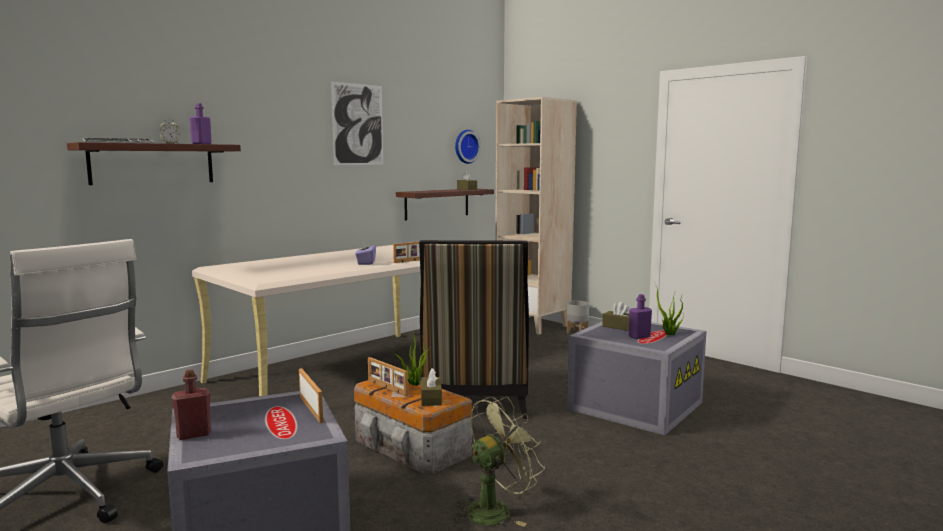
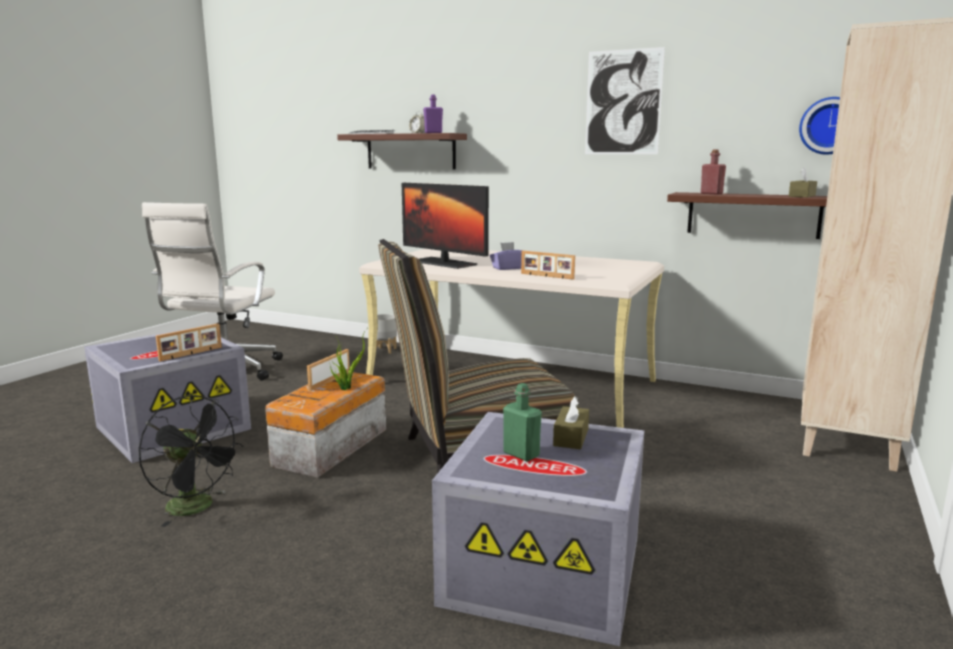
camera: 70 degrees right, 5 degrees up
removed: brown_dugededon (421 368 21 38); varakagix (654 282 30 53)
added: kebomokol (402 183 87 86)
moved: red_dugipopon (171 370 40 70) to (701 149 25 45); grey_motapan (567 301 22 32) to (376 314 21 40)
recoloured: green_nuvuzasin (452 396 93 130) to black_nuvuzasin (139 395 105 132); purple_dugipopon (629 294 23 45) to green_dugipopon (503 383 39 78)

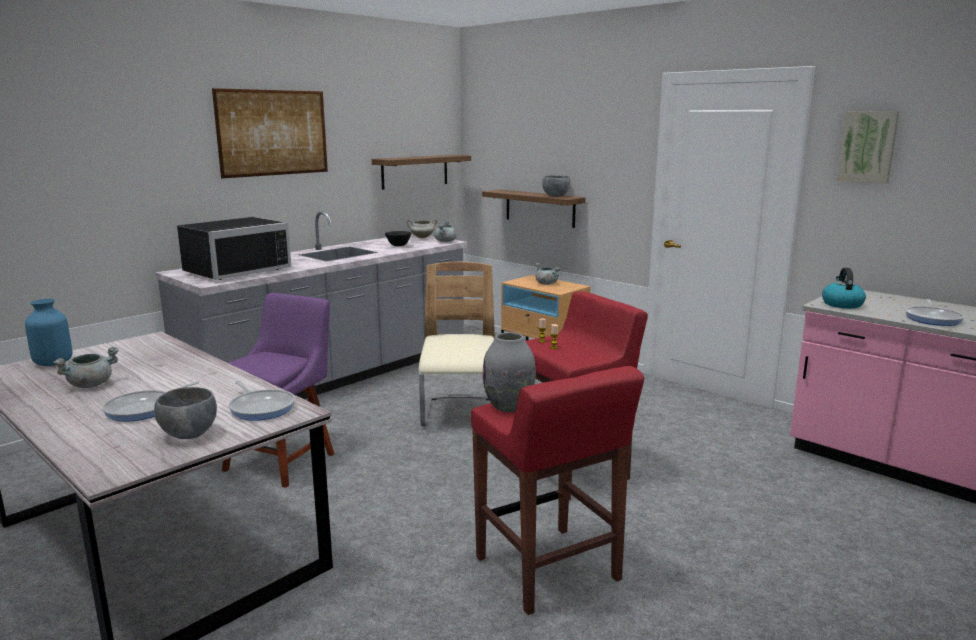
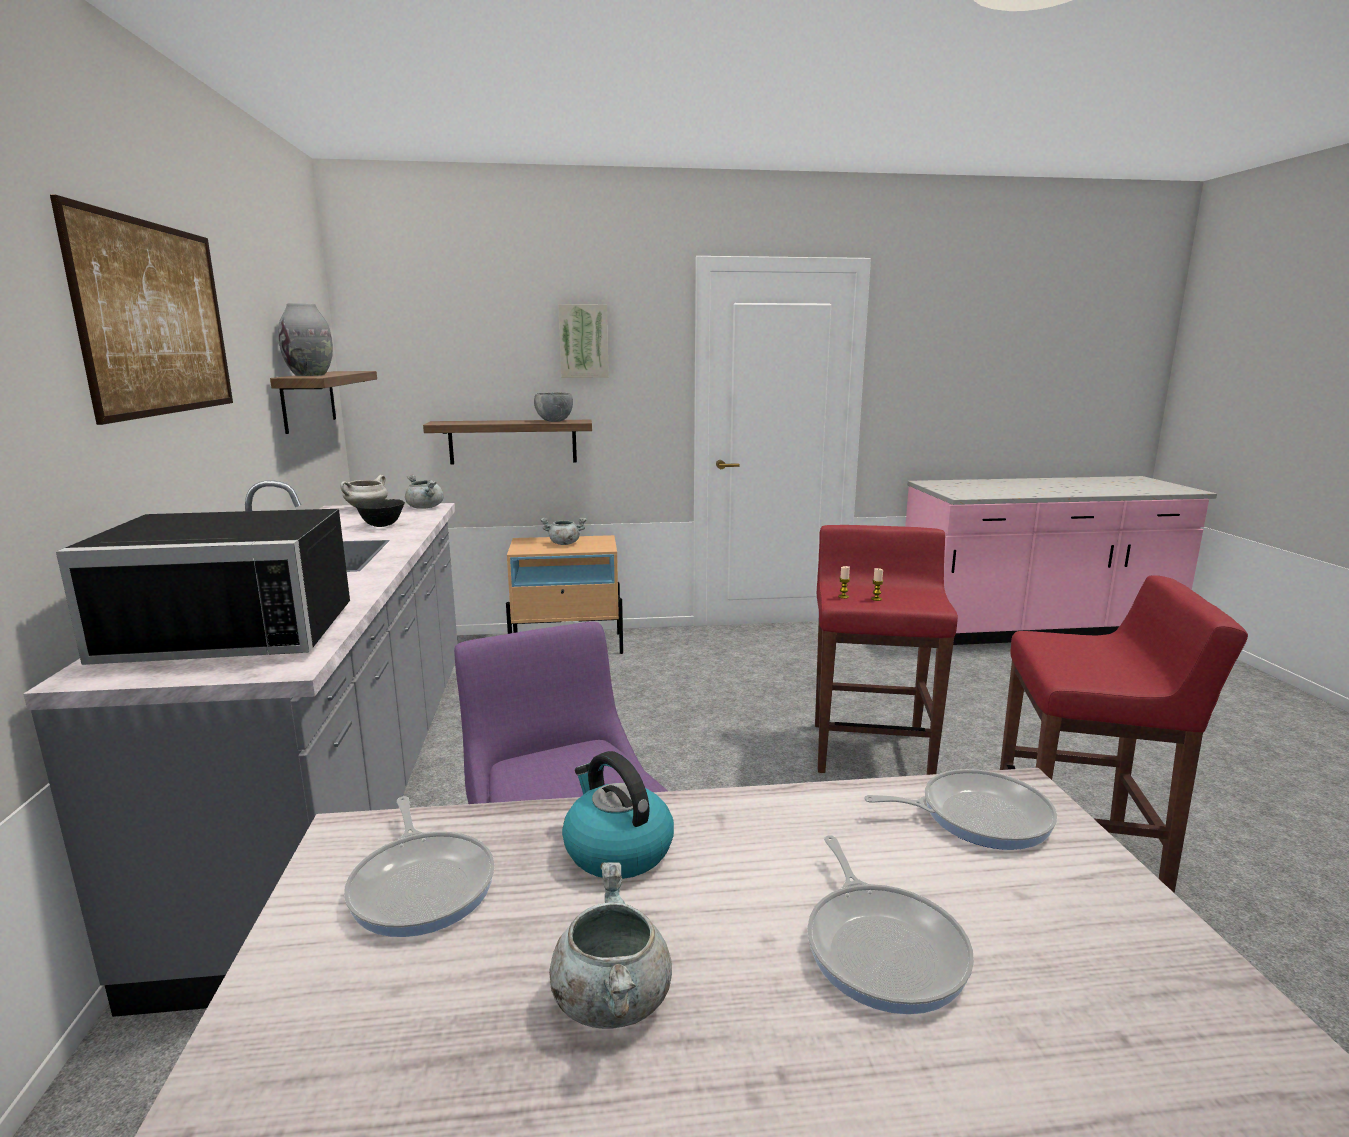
camera: 50 degrees left, 0 degrees up
removed: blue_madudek (25 299 47 67); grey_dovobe (154 387 63 52); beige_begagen (419 262 76 164)
moved: grey_madudek (483 332 53 80) to (278 303 55 73); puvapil (822 268 44 41) to (562 751 112 128); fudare (837 111 62 73) to (558 304 51 74); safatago (905 299 60 27) to (344 796 151 141)
turned: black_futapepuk (177 217 114 63) = (56 509 294 156) 90 degrees clockwise

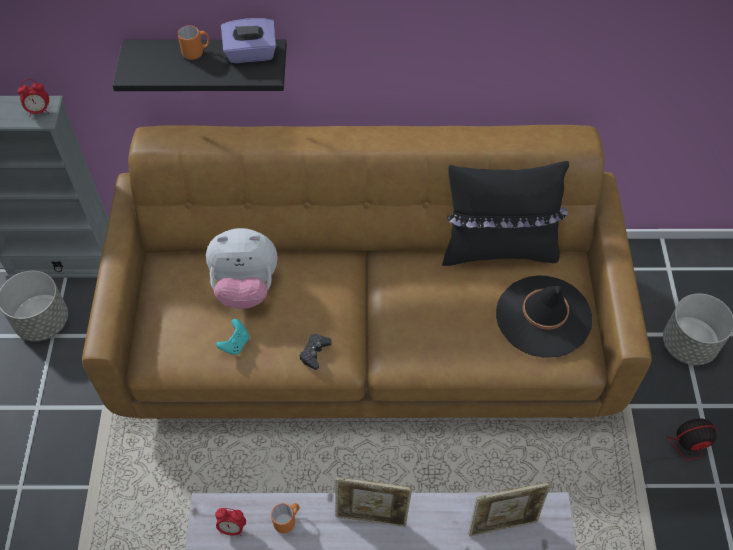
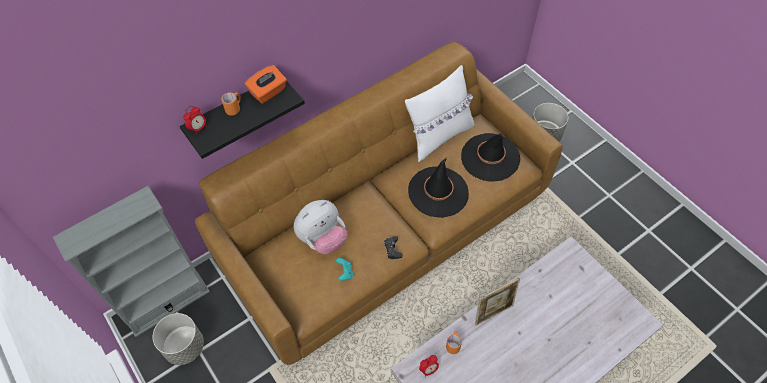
camera: 35 degrees left, 0 degrees up
removed: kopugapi (469 482 82 54); nuvuzasin (642 419 75 119)
added: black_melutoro (408 158 61 60)
moved: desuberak (17 79 32 38) to (183 106 24 29)
recoloured: purple_dugededon (221 18 55 45) to orange_dugededon (245 65 42 39); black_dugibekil (442 161 127 105) to white_dugibekil (405 65 69 97)

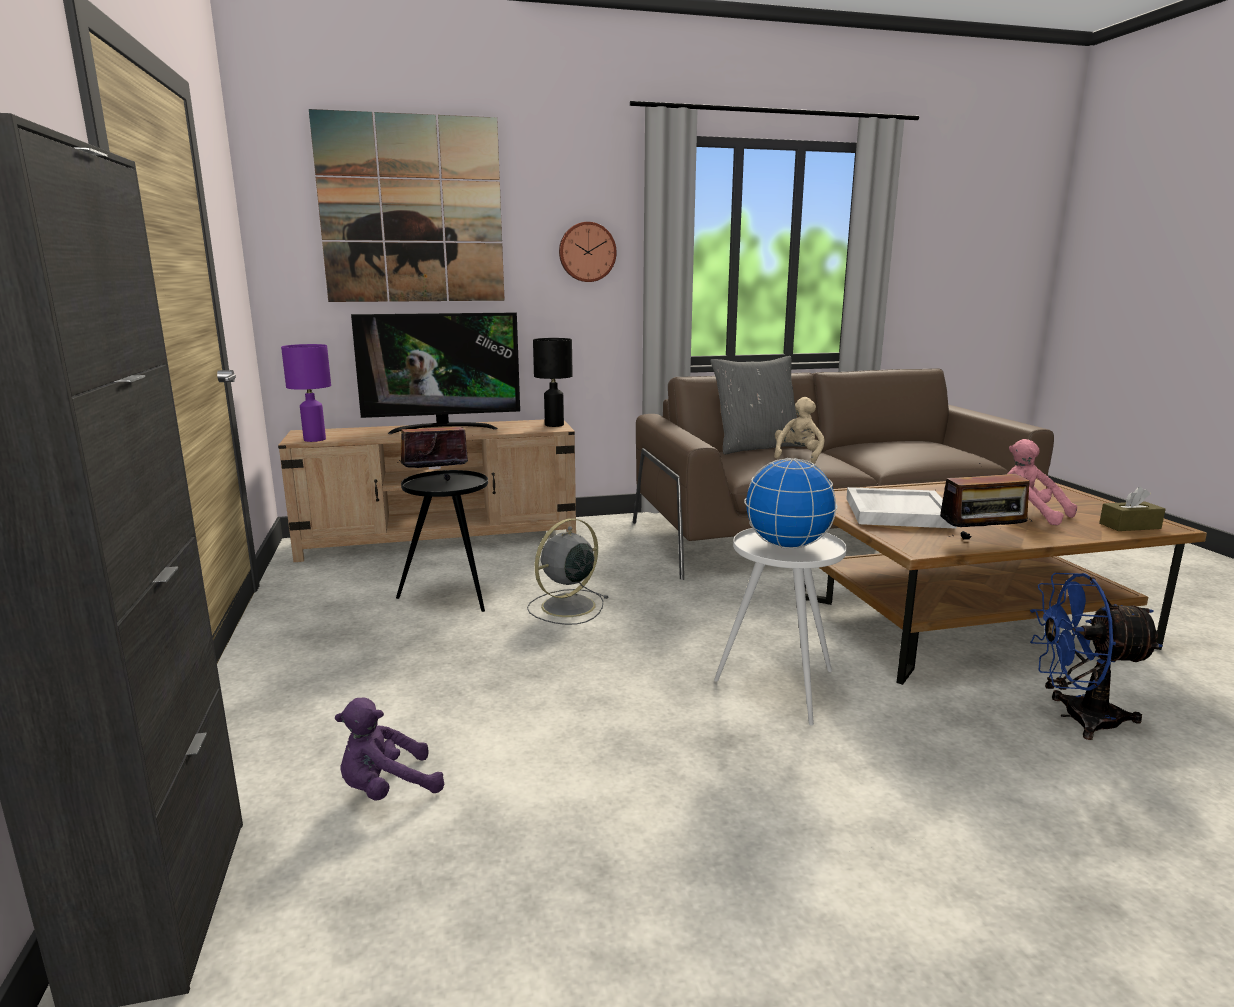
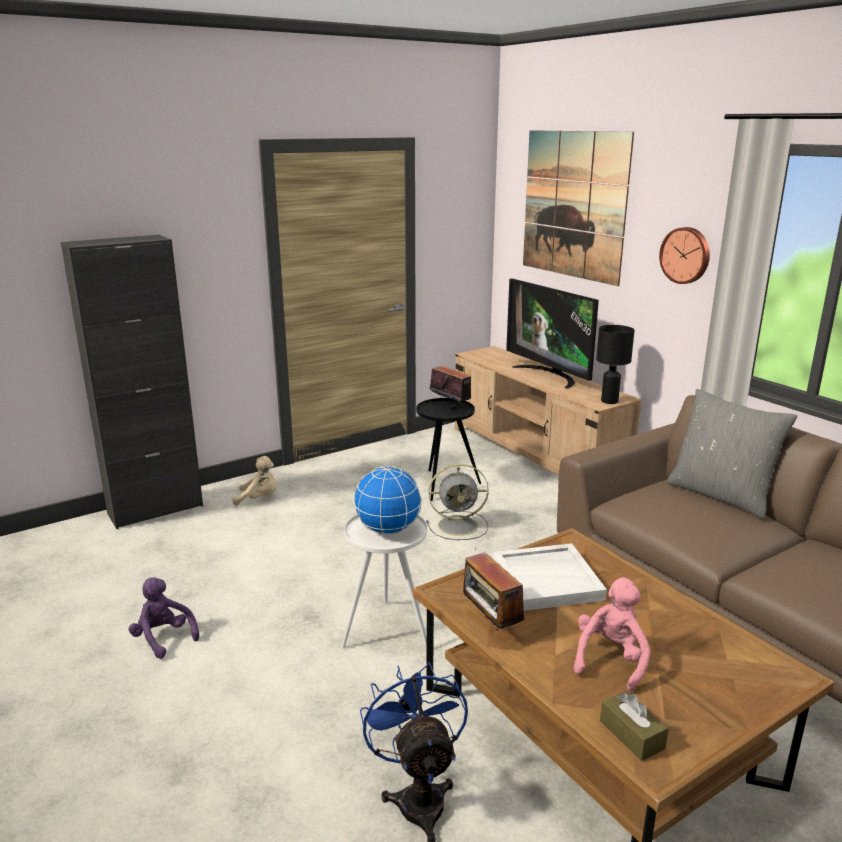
camera: 70 degrees right, 5 degrees up
removed: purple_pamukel (281 344 50 98)
moved: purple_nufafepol (335 698 109 103) to (129 577 70 82); beige_nufafepol (774 397 51 66) to (233 456 44 50)
turned: grey_nuvuzasin (527 518 82 107) = (426 464 63 76) 150 degrees clockwise

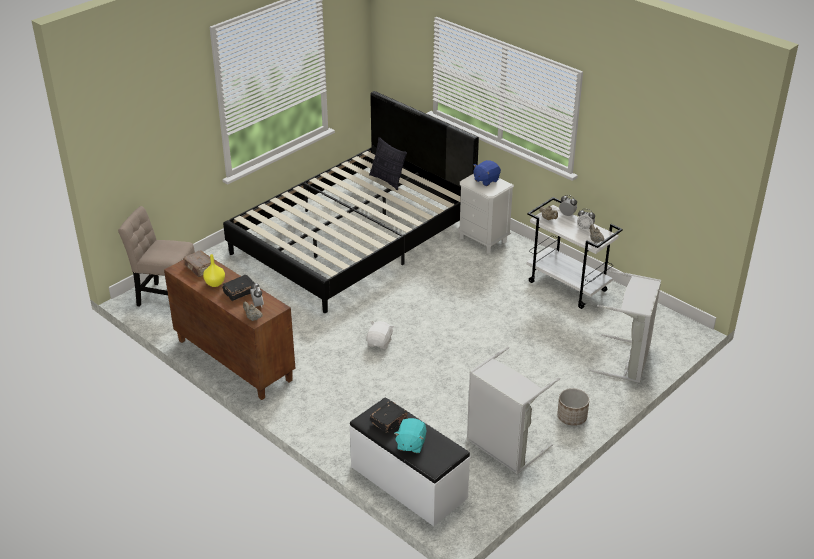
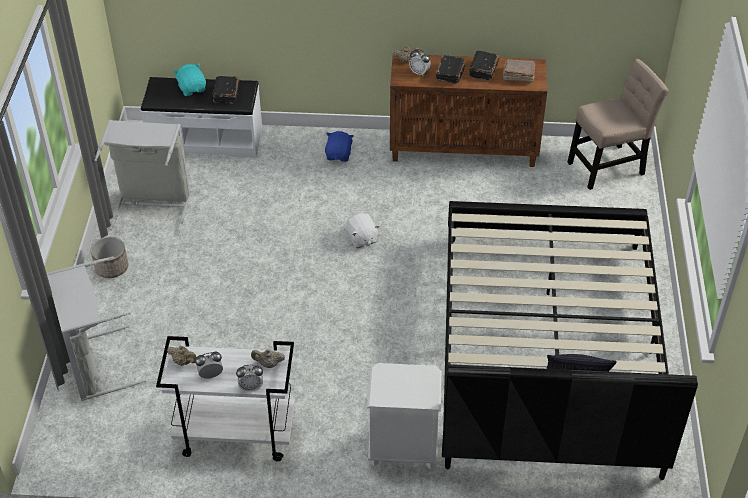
camera: 140 degrees right, 10 degrees up
moved: blue_nufafepol (474 160 27 26) to (325 131 29 31)
replaced: yellow_madudek (203 254 22 33) to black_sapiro (468 51 31 30)

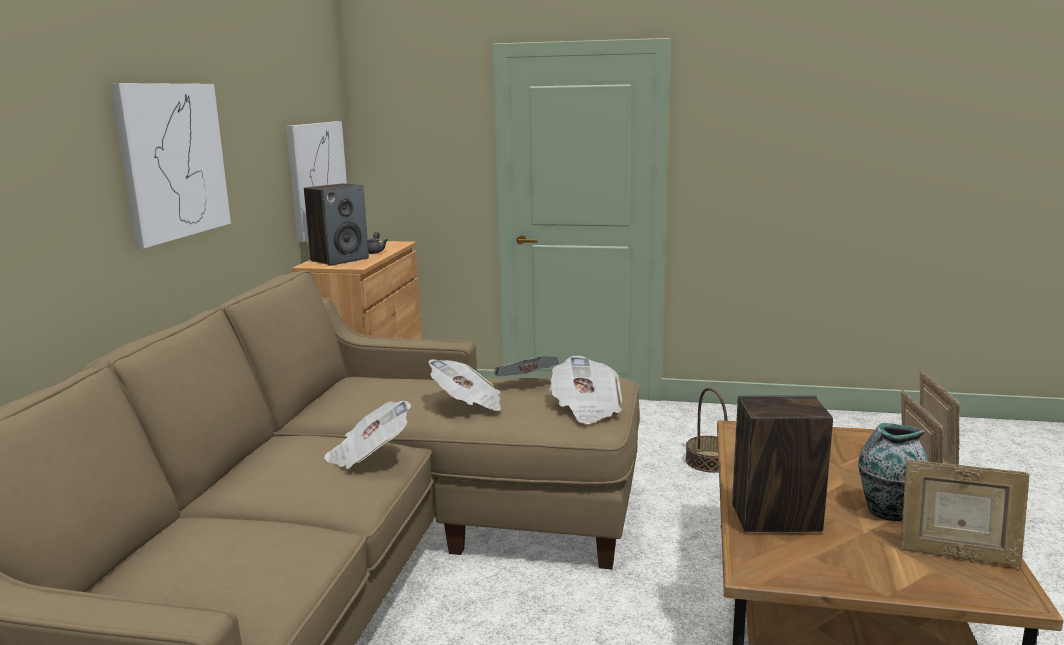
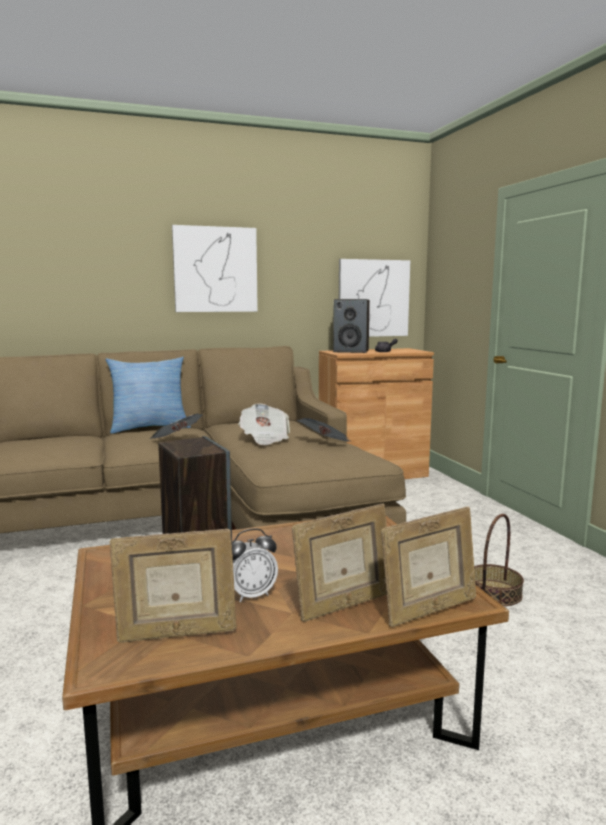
camera: 60 degrees right, 5 degrees down
removed: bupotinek (550 356 72 68)
added: dugibekil (105 357 86 77)
replaced: madudek (858 423 70 98) to desuberak (232 529 46 73)
turned: kopugapi (900 460 130 107) = (109 529 128 114) 90 degrees counterclockwise

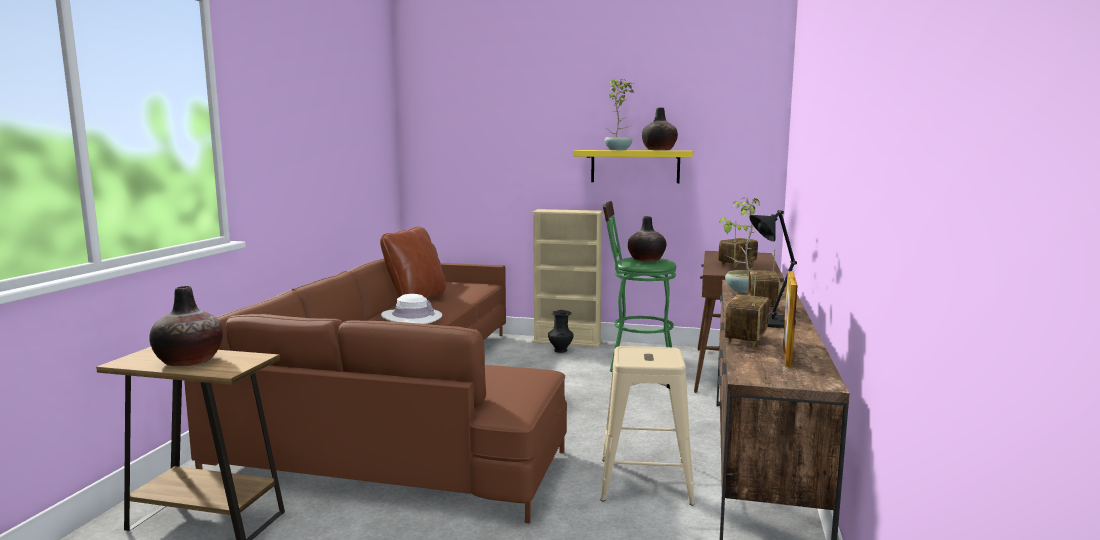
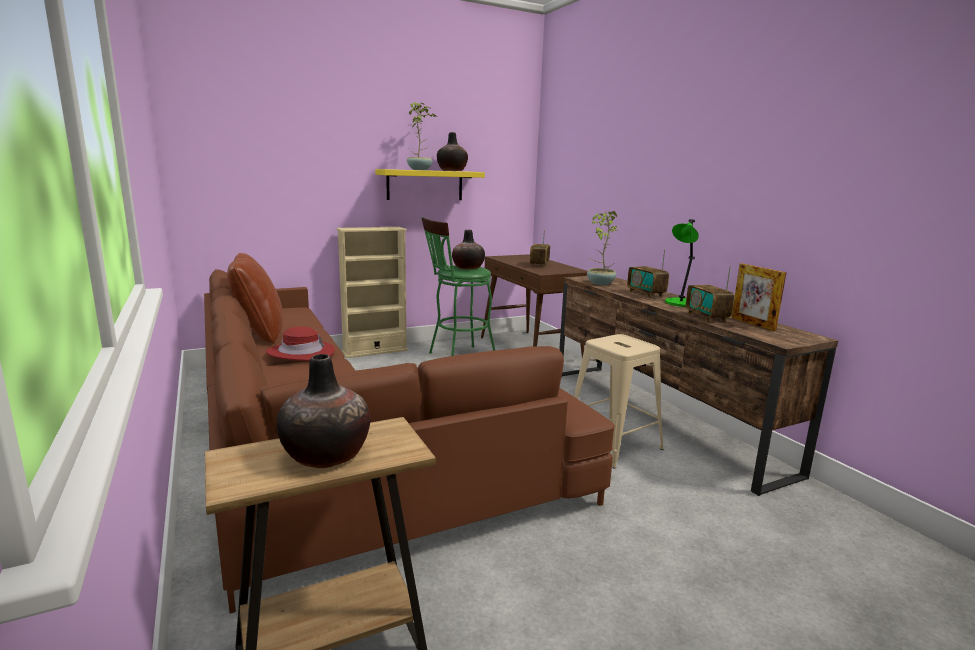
camera: 40 degrees left, 5 degrees up
removed: black_madudek (548 310 26 43)
recoloured: white_melutoro (381 294 61 30) to red_melutoro (266 327 69 34); black_pamukel (749 210 48 118) to green_pamukel (665 219 34 88)

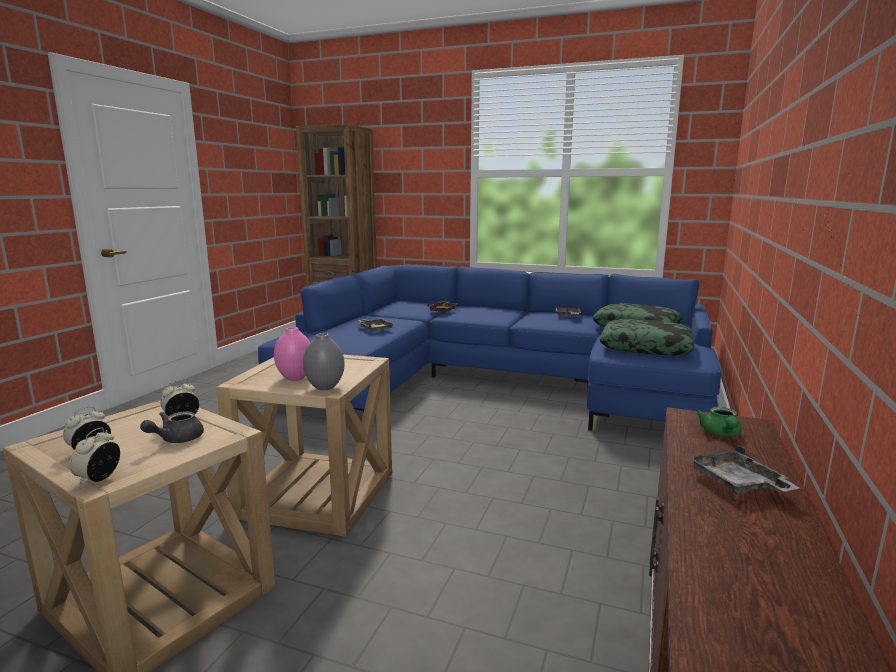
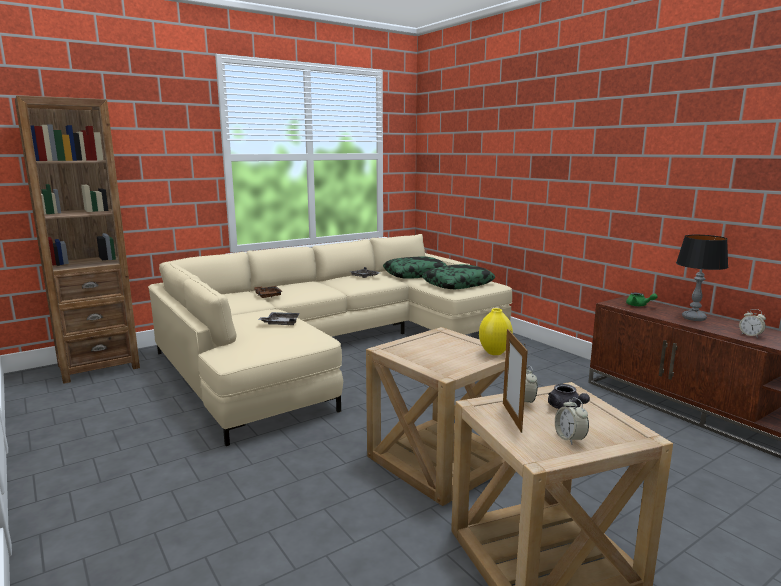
camera: 55 degrees left, 0 degrees up
removed: pink_madudek (274 327 36 54)
added: kopugapi (503 329 25 104)
moved: desuberak (69 427 51 57) to (739 309 27 29)
replaced: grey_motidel (688 445 112 49) to pamukel (676 235 52 86)
recoloured: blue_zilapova (258 264 463 166) to beige_zilapova (148 234 364 212); grey_madudek (303 333 42 57) to yellow_madudek (479 308 34 47)

